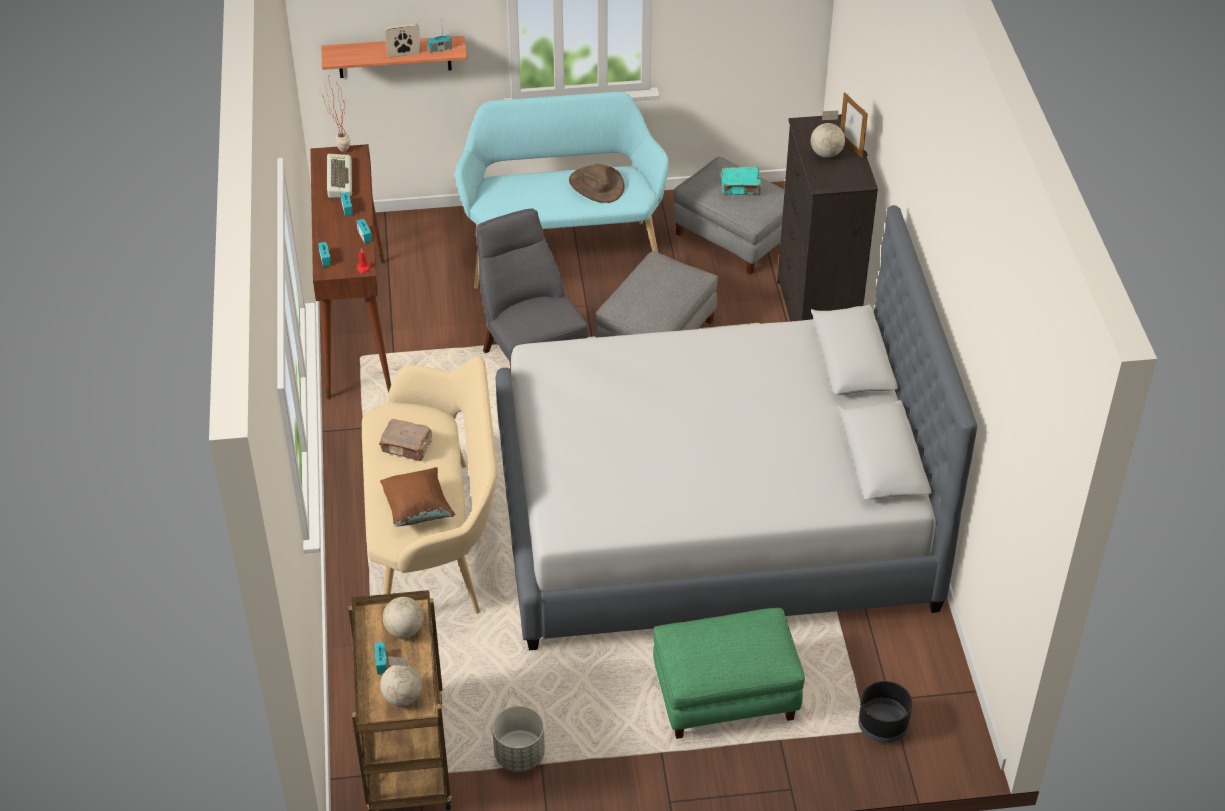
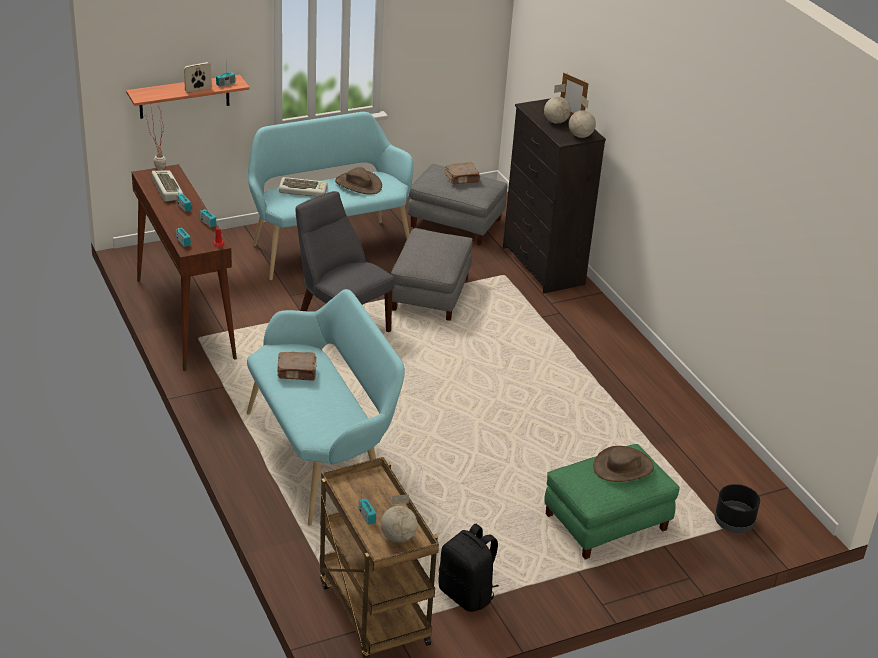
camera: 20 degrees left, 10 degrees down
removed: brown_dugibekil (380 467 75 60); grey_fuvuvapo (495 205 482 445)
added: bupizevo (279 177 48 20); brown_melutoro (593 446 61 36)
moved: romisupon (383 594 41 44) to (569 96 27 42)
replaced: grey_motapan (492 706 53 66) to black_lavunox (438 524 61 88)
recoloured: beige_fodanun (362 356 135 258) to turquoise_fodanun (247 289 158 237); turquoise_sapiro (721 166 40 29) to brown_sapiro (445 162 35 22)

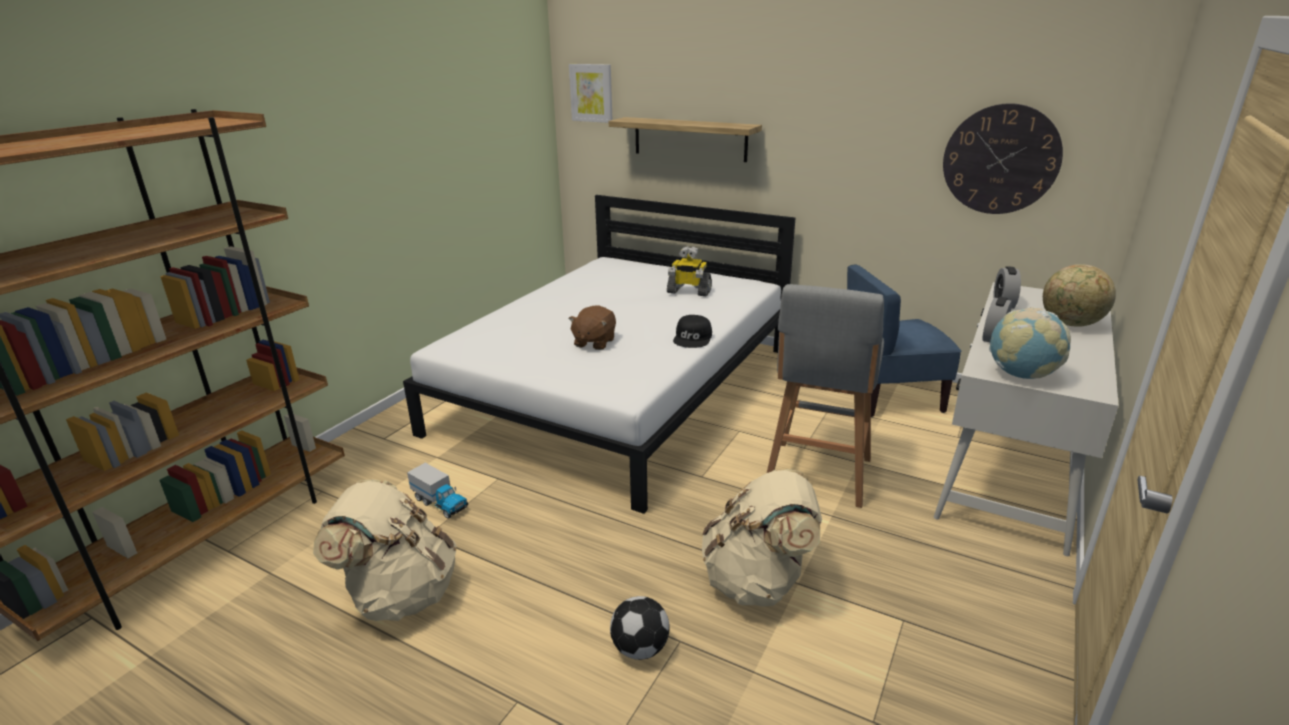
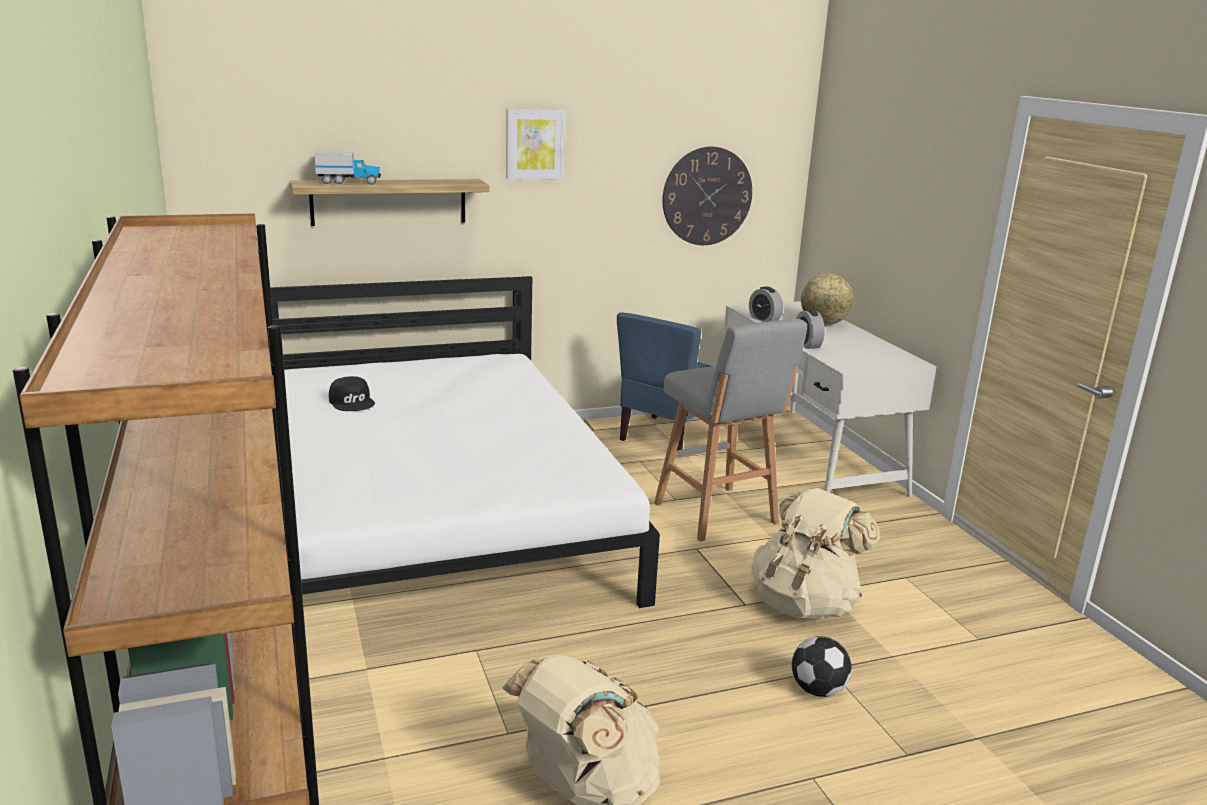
camera: 50 degrees left, 5 degrees down
removed: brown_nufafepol (568 305 48 45); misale (667 246 45 50); romisupon (989 308 82 71)
moved: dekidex (407 463 61 56) to (315 152 66 33); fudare (569 64 44 59) to (506 109 59 70); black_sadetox (673 315 39 33) to (329 376 46 35)

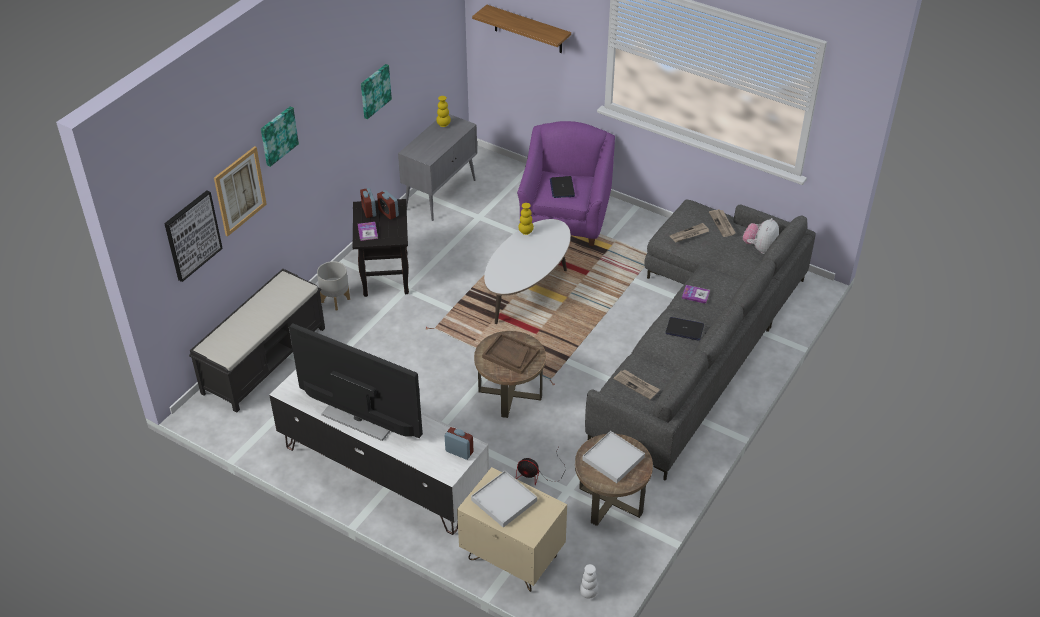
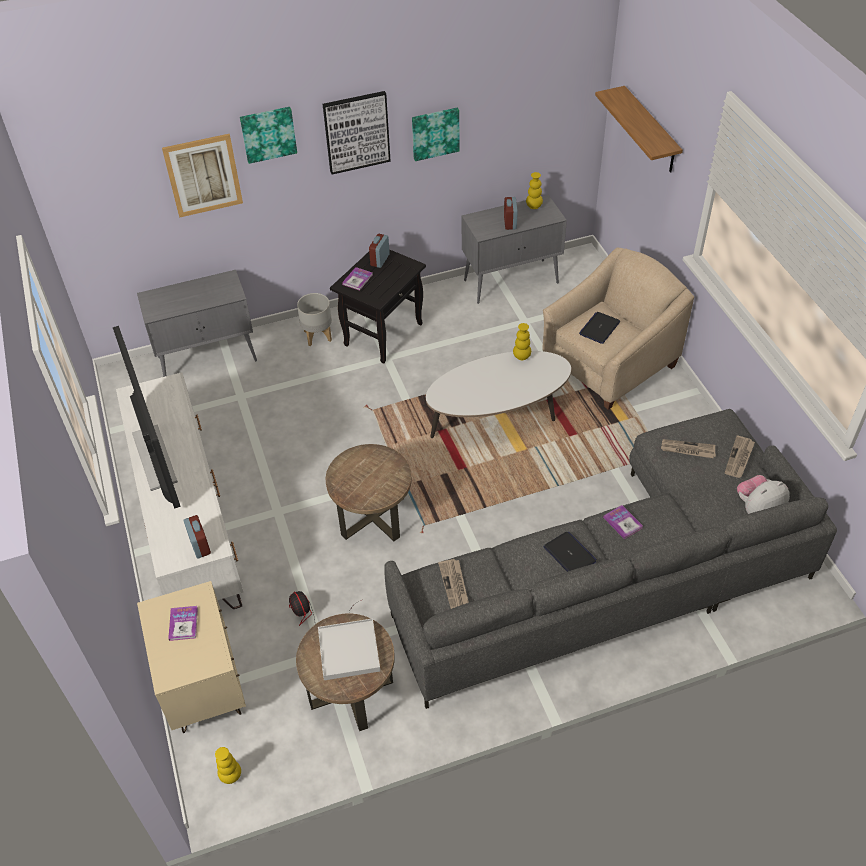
camera: 40 degrees right, 5 degrees up
removed: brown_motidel (482 333 58 42)
moved: fudare (164 191 59 91) to (323 91 68 84); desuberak (377 190 22 30) to (504 197 14 33)
replaced: black_fodanun (189 269 136 144) to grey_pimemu (137 270 120 107); white_motidel (471 471 66 57) to sapiro (168 606 30 35)
recoloured: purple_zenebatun (517 121 98 125) to beige_zenebatun (543 247 151 163); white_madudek (579 564 19 35) to yellow_madudek (215 747 26 37)

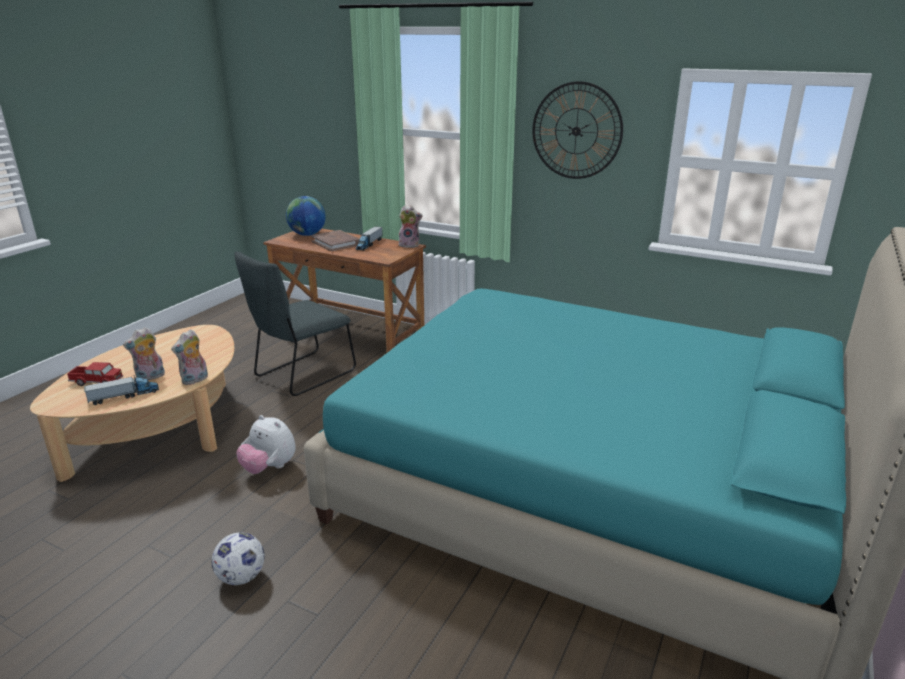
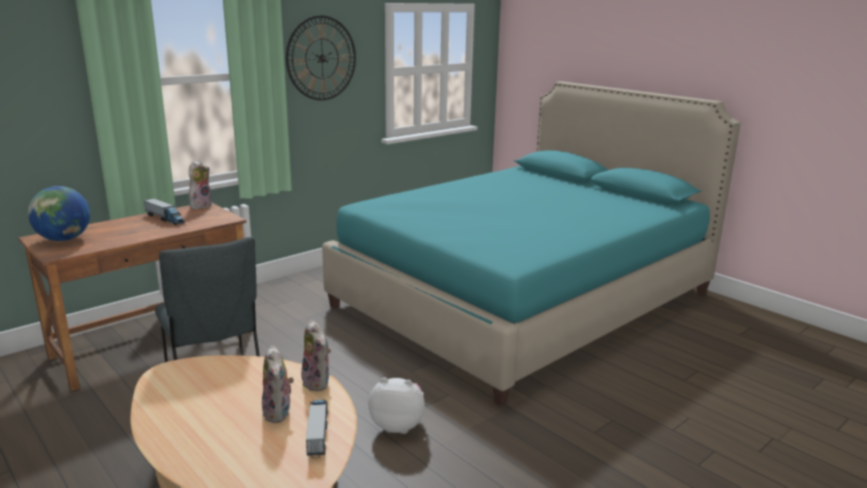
camera: 70 degrees left, 5 degrees down
removed: dekidex (67 362 56 24); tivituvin (212 533 53 52); brown_sapiro (311 230 48 21)
turned: nufafepol (236 415 60 59) = (368 377 57 57) 135 degrees counterclockwise

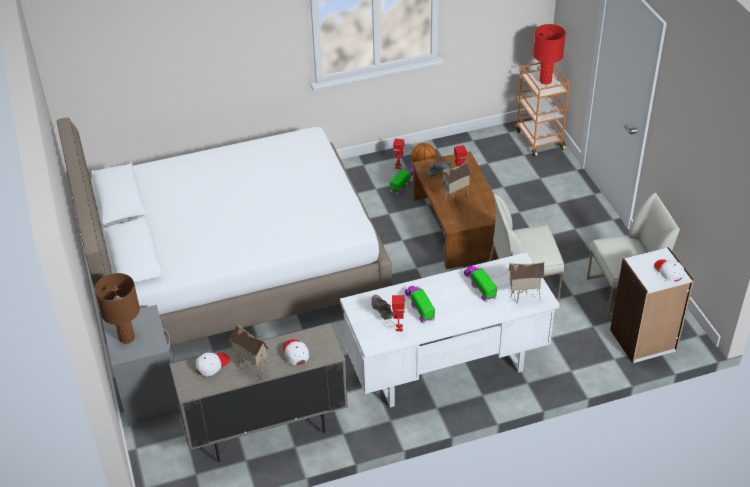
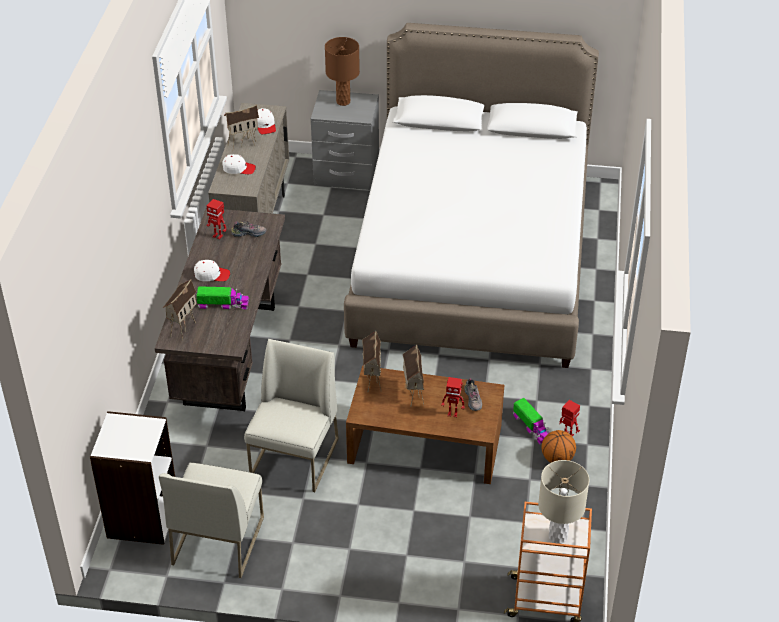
camera: 115 degrees right, 0 degrees up
removed: dekidex (405 286 30 37)
added: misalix (362 331 19 60)
moved: white_sadetox (654 259 30 23) to (194 260 36 21)
recoloured: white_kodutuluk (340 252 220 155) to brown_kodutuluk (155 208 130 203); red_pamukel (533 24 33 60) to beige_pamukel (538 460 52 84)

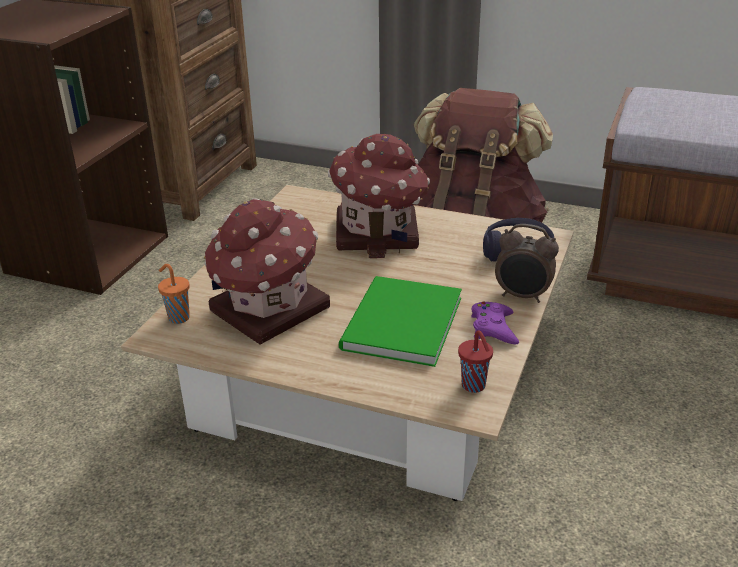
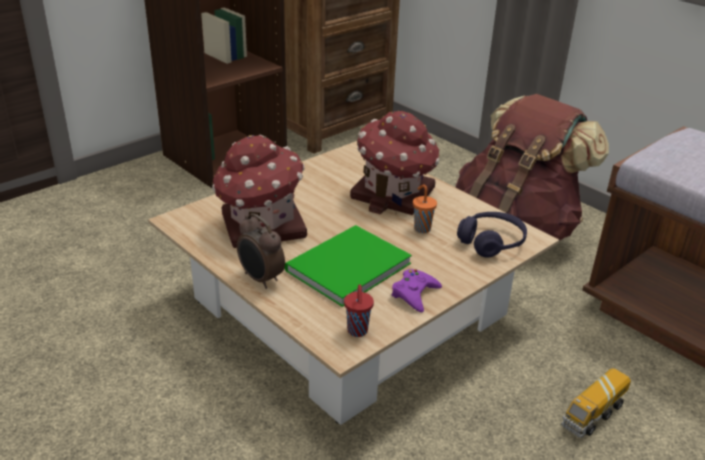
camera: 25 degrees right, 0 degrees up
added: dekidex (561 368 70 70)
moved: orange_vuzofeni (158 264 32 60) to (413 184 24 49); desuberak (495 224 64 79) to (237 213 48 76)

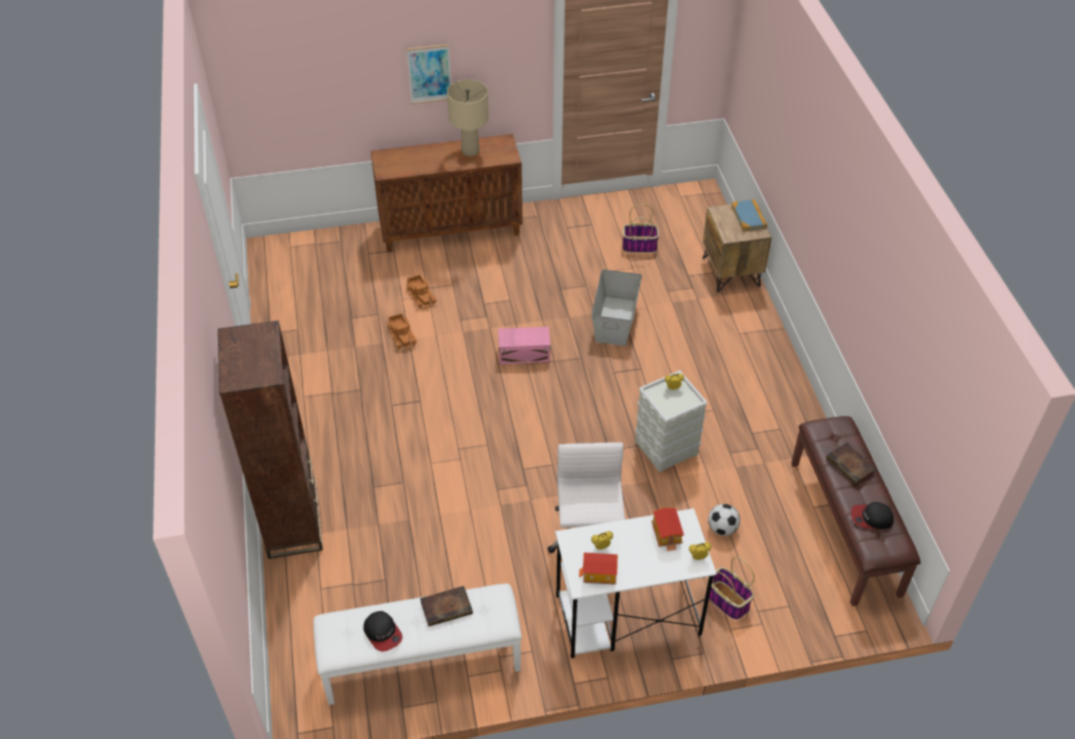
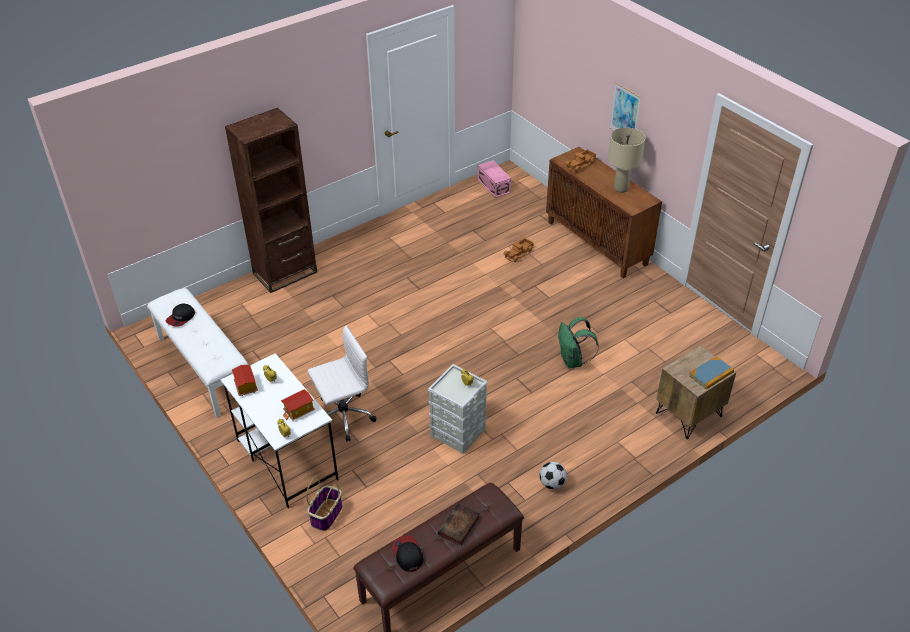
camera: 65 degrees right, 5 degrees down
removed: sapiro (420 586 53 41); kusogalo (622 204 37 49)
moved: dekidex (387 313 30 36) to (565 150 31 23); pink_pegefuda (498 327 52 38) to (478 160 33 38); tivituvin (708 504 32 32) to (539 462 28 27)
replaced: grey_pegefuda (592 269 50 77) to green_lavunox (558 317 41 51)

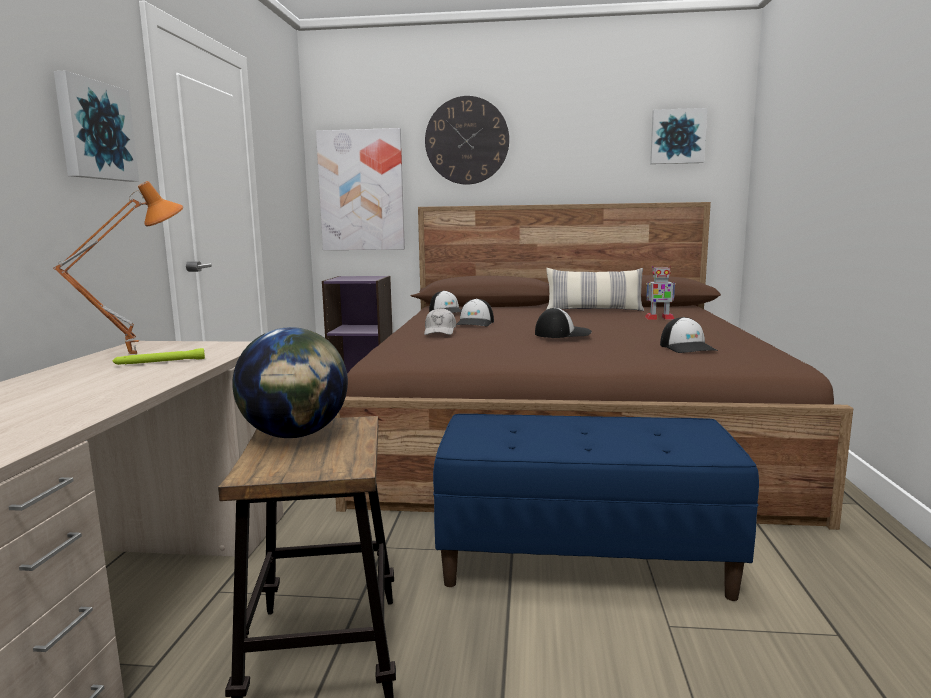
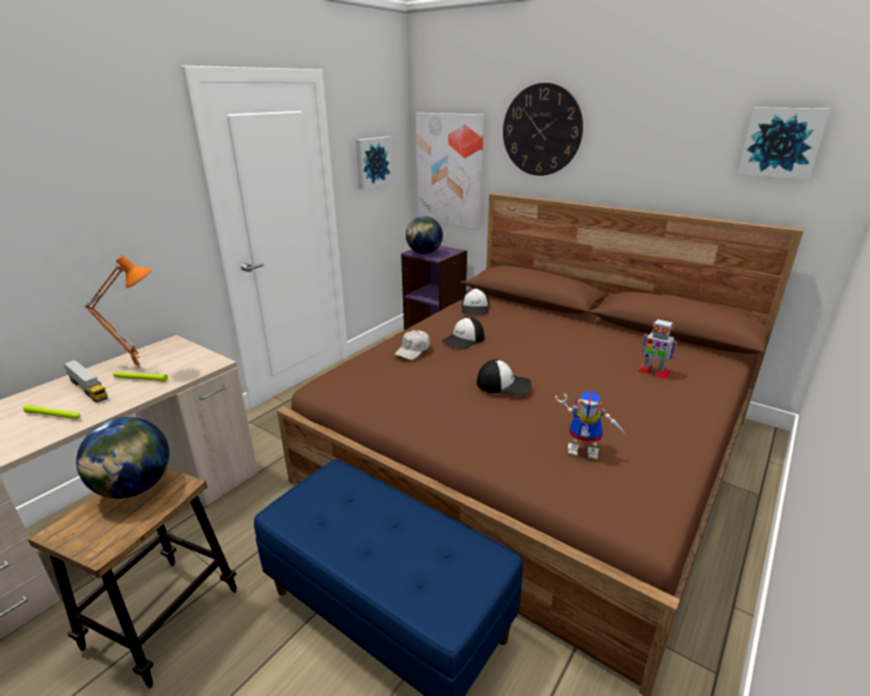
camera: 30 degrees right, 15 degrees up
removed: dugibekil (546 268 98 43)
added: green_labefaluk (23 404 58 15); dekidex (63 360 45 43); romisupon (406 216 37 38)
moved: fudare (54 71 85 111) to (356 136 37 54)
replaced: sadetox (660 317 58 36) to misale (555 390 73 70)

